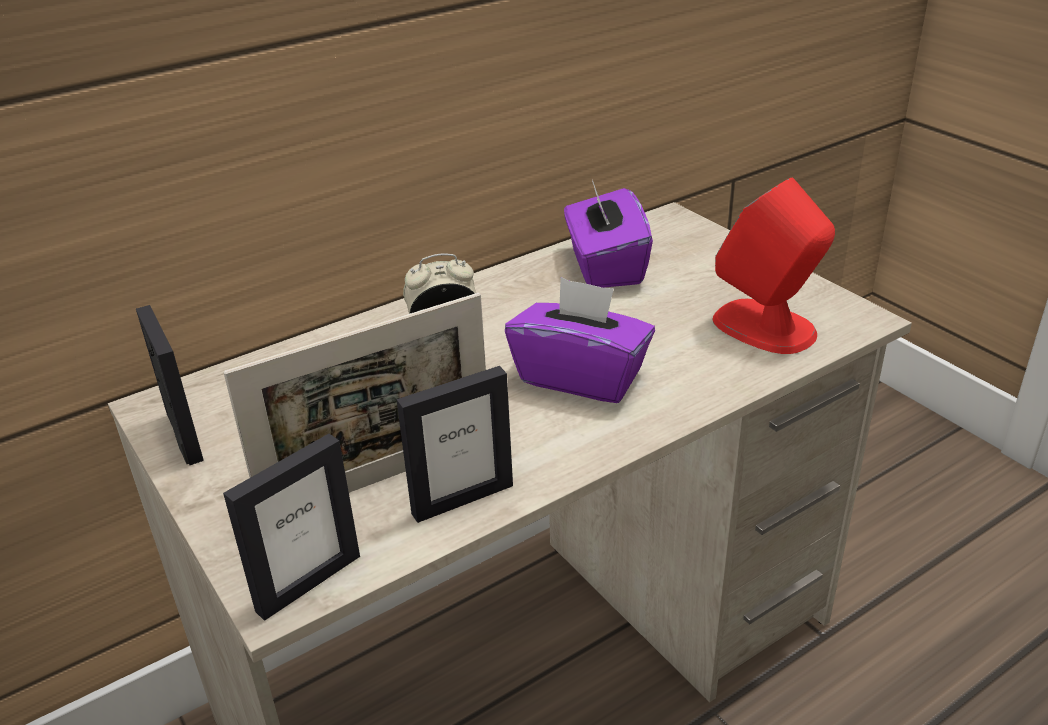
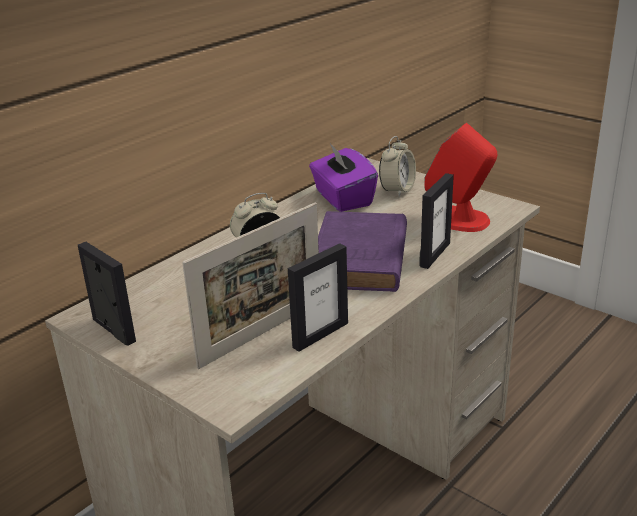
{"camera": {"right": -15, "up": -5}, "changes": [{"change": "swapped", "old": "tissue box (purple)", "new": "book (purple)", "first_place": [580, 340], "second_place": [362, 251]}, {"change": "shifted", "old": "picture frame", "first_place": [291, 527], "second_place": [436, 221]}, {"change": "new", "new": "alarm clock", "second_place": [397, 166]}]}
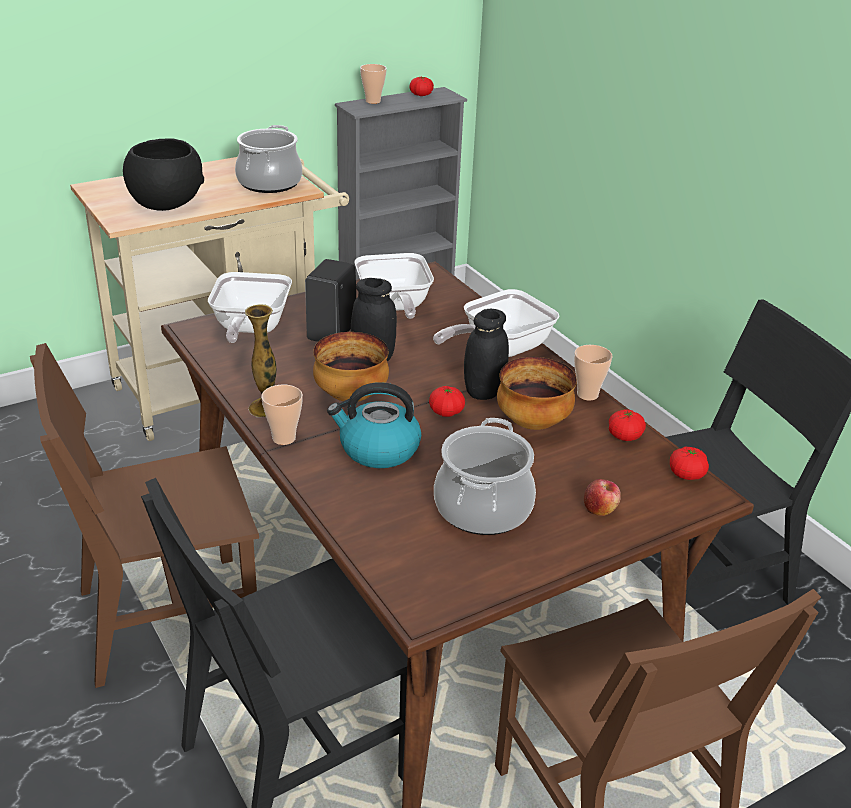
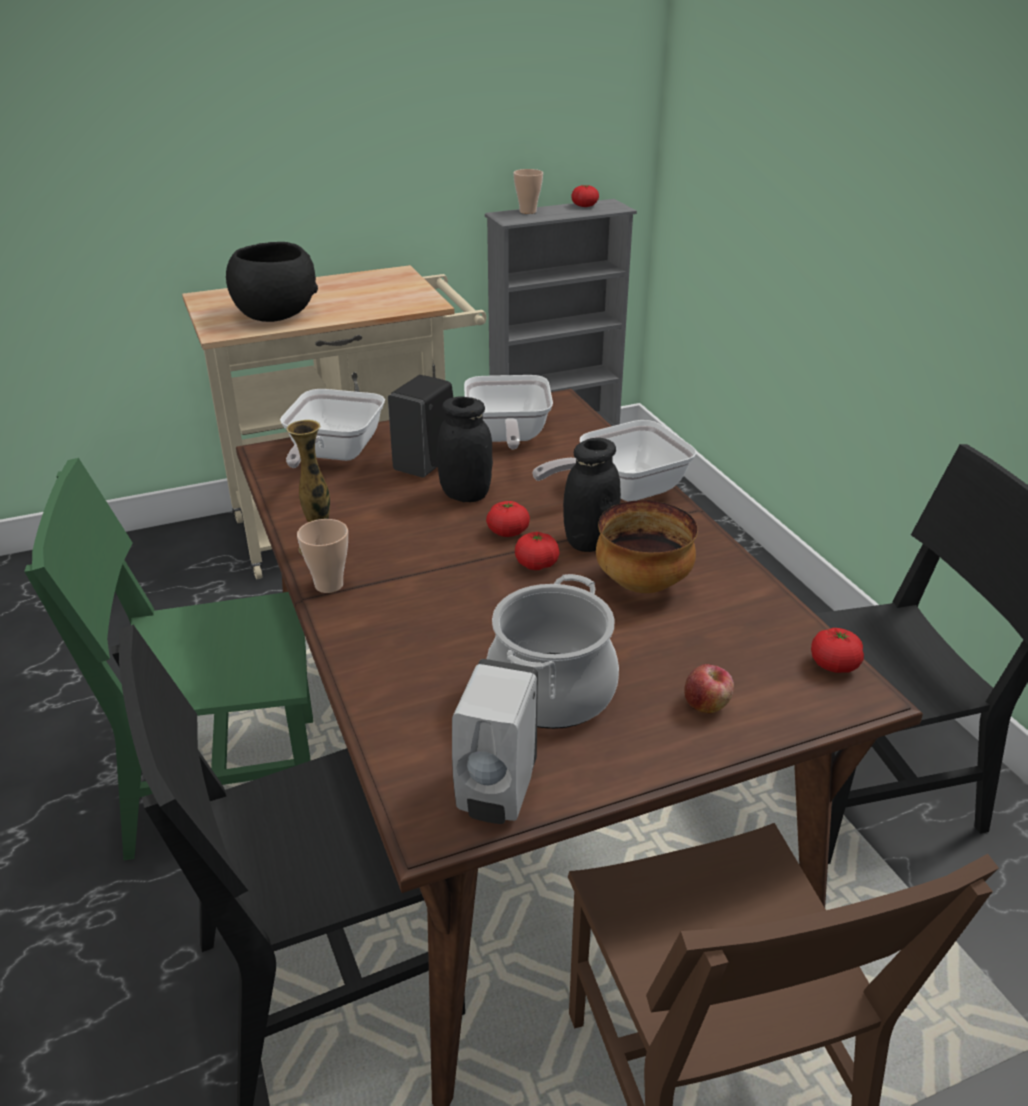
{"camera": {"right": 10, "up": 0}, "changes": [{"change": "gone", "old": "cooking pot", "first_place": [268, 159]}, {"change": "gone", "old": "bowl", "first_place": [351, 367]}, {"change": "repainted", "old": "chair (brown)", "new": "chair (green)", "first_place": [144, 515], "second_place": [168, 659]}, {"change": "gone", "old": "cup", "first_place": [593, 373]}, {"change": "gone", "old": "kettle", "first_place": [374, 425]}, {"change": "shifted", "old": "tomato", "first_place": [627, 425], "second_place": [508, 519]}, {"change": "new", "new": "soap dispenser (white)", "second_place": [495, 741]}]}
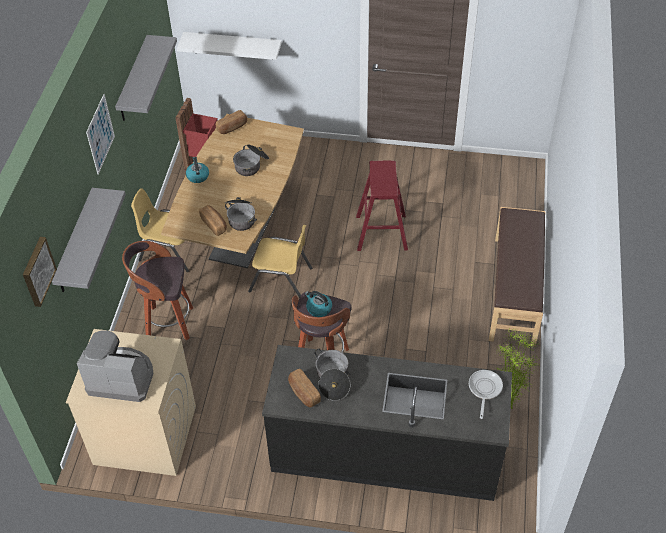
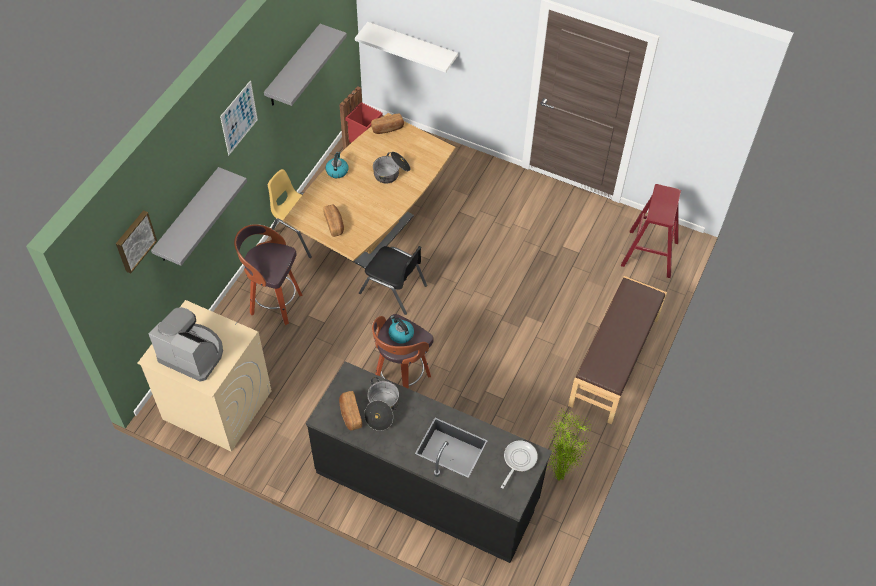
{"camera": {"right": 15, "up": 5}, "changes": [{"change": "shifted", "old": "stool (red)", "first_place": [382, 205], "second_place": [651, 231]}, {"change": "gone", "old": "cooking pot", "first_place": [241, 214]}, {"change": "repainted", "old": "chair (yellow)", "new": "chair (black)", "first_place": [280, 261], "second_place": [393, 280]}]}
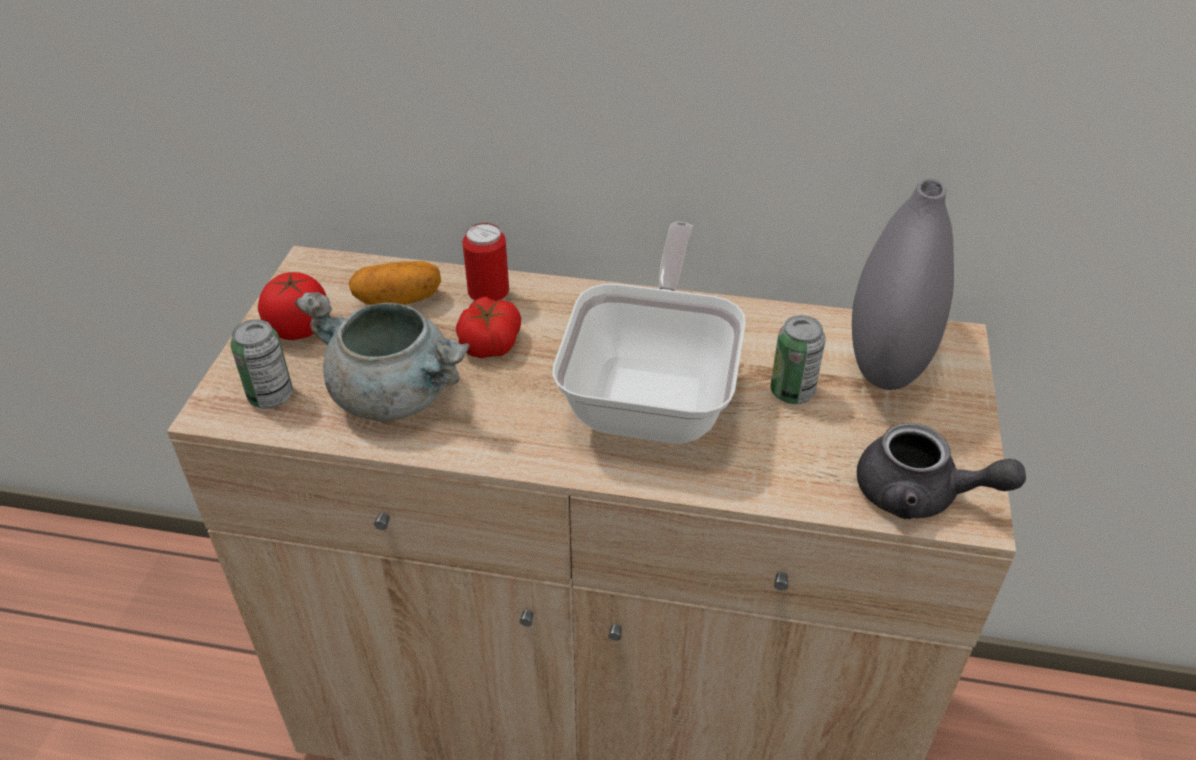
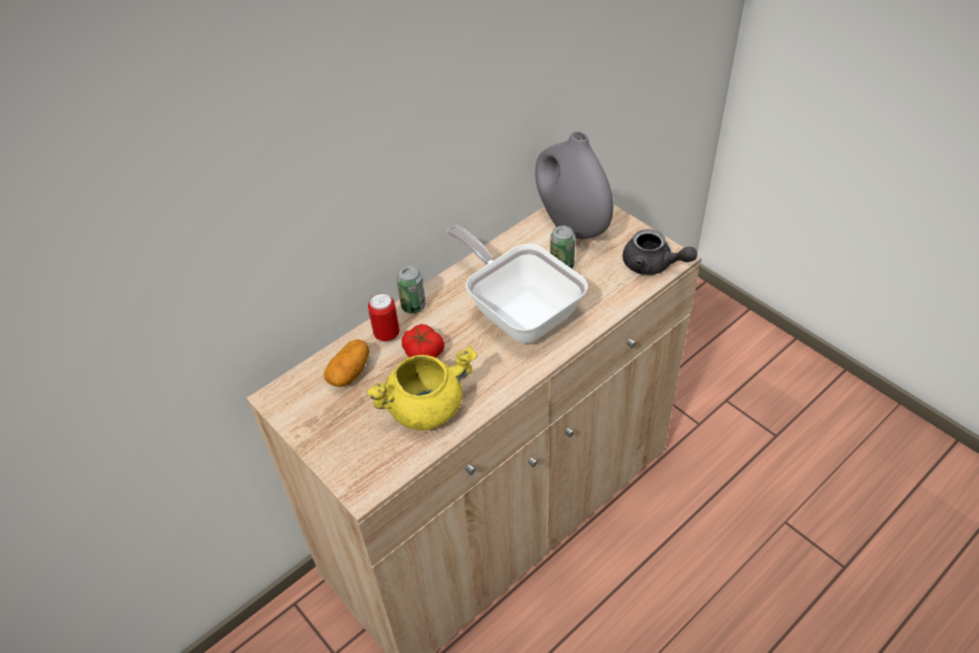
{"camera": {"right": -50, "up": 5}, "changes": [{"change": "gone", "old": "tomato", "first_place": [292, 306]}, {"change": "repainted", "old": "cooking pot (grey)", "new": "cooking pot (yellow)", "first_place": [382, 356], "second_place": [421, 388]}, {"change": "shifted", "old": "can", "first_place": [261, 363], "second_place": [411, 289]}, {"change": "rotated", "old": "teapot (grey)", "first_place": [941, 471], "second_place": [660, 252], "degrees": 60}]}
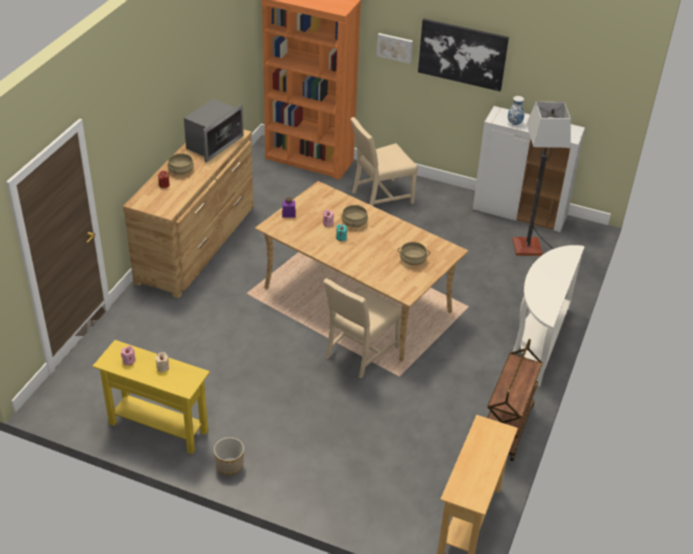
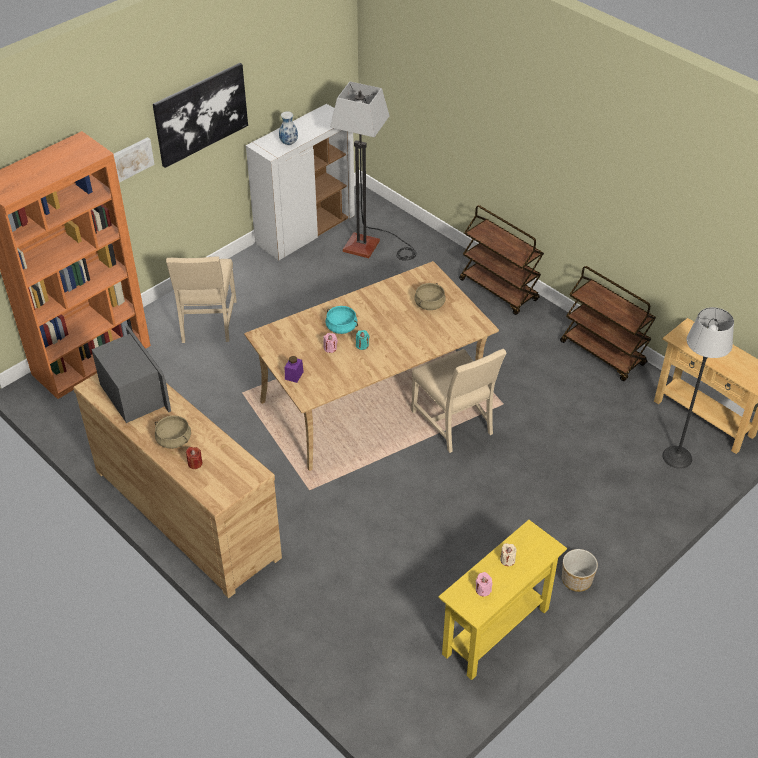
{"camera": {"right": -65, "up": 5}, "changes": [{"change": "repainted", "old": "cooking pot (beige)", "new": "cooking pot (turquoise)", "first_place": [355, 216], "second_place": [341, 320]}, {"change": "swapped", "old": "console table (white)", "new": "cart (brown)", "first_place": [549, 316], "second_place": [501, 260]}, {"change": "new", "new": "floor lamp", "second_place": [698, 388]}]}
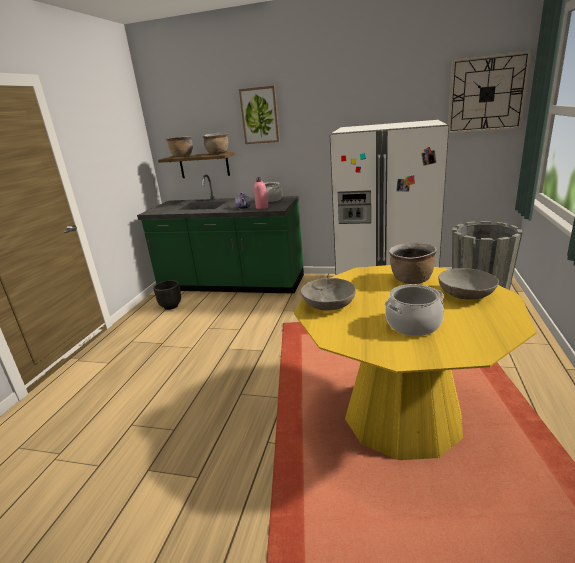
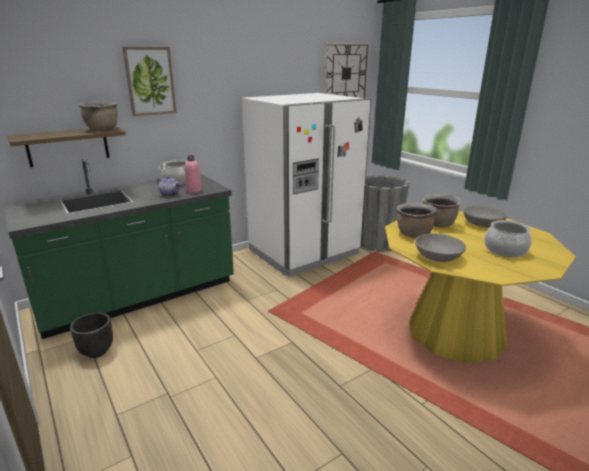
{"camera": {"right": -50, "up": 0}, "changes": [{"change": "shifted", "old": "cooking pot (brown)", "first_place": [179, 146], "second_place": [417, 220]}]}
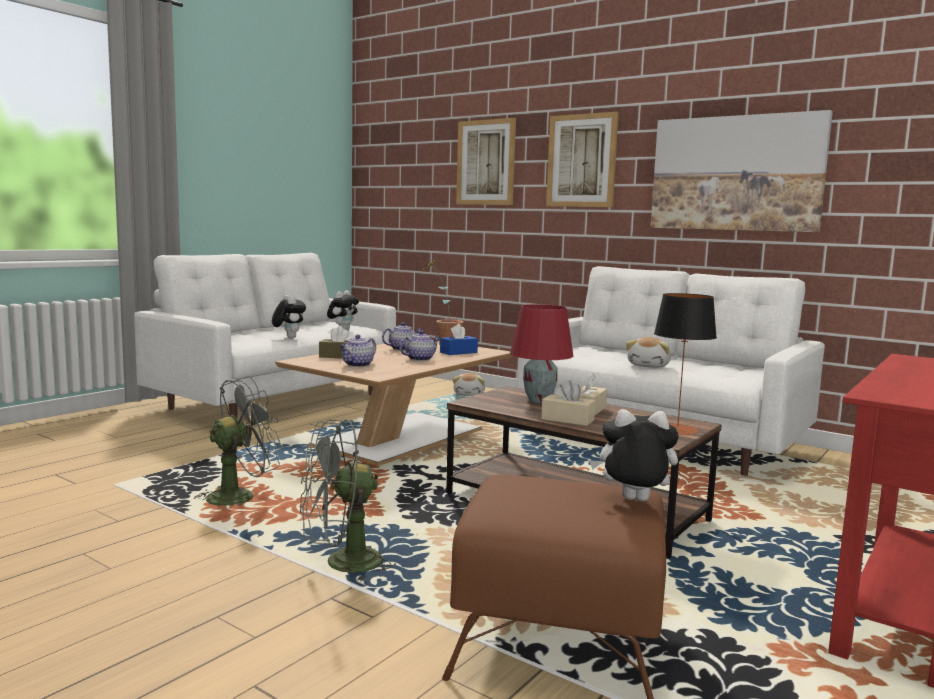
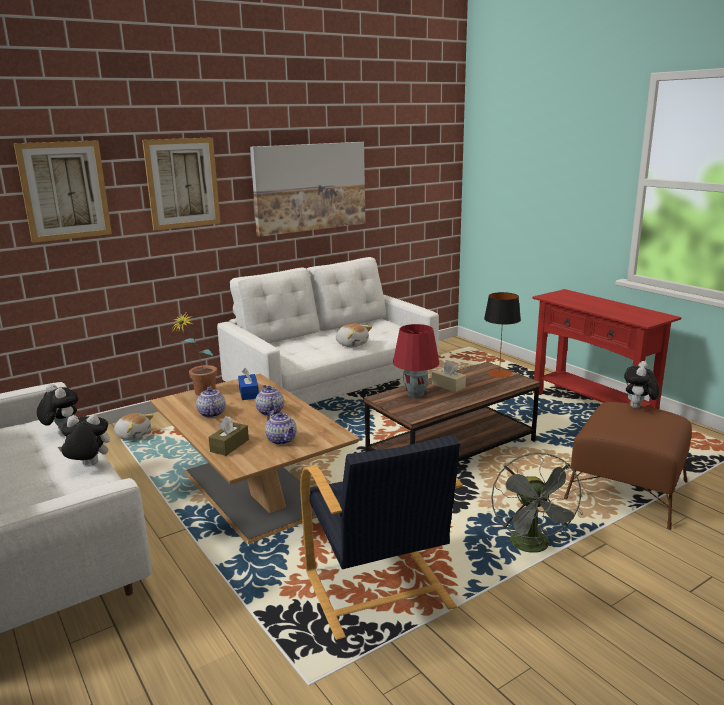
{"camera": {"right": -70, "up": 10}, "changes": [{"change": "swapped", "old": "fan (grey)", "new": "armchair (black)", "first_place": [238, 441], "second_place": [381, 537]}, {"change": "gone", "old": "tissue box (beige)", "first_place": [568, 403]}]}
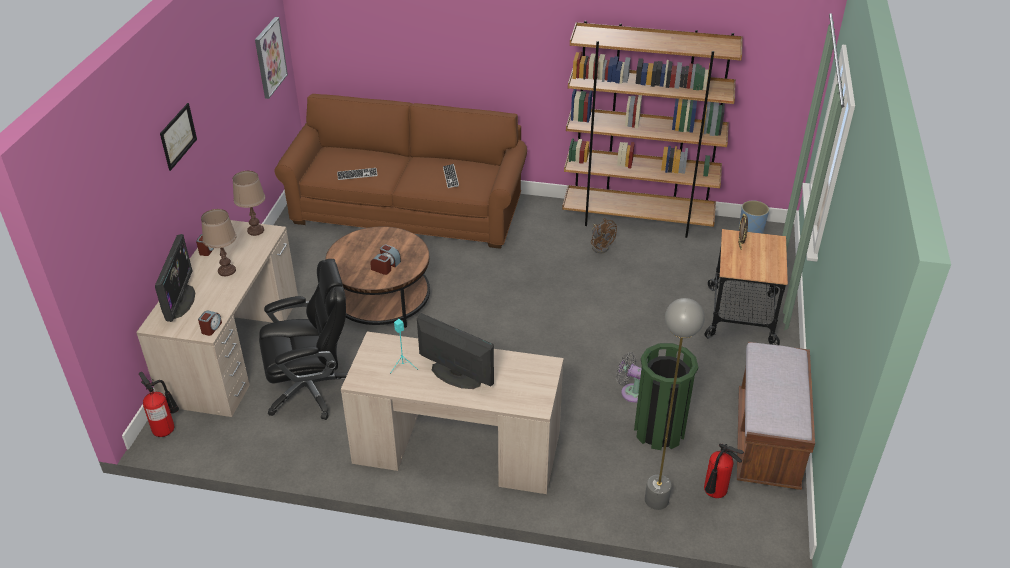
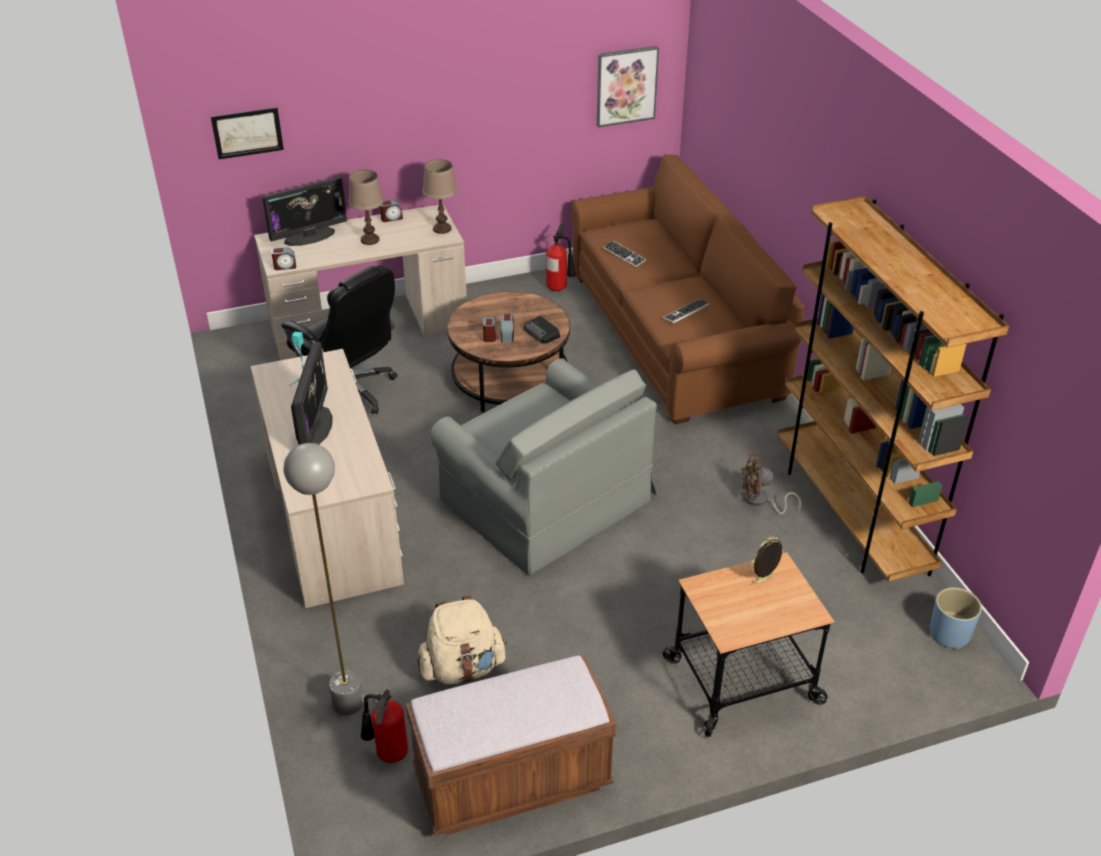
{"camera": {"right": 60, "up": 0}, "changes": [{"change": "shifted", "old": "picture", "first_place": [178, 137], "second_place": [247, 133]}, {"change": "rotated", "old": "fan (brown)", "first_place": [604, 235], "second_place": [771, 484], "degrees": 60}, {"change": "swapped", "old": "trash can (green)", "new": "backpack (beige)", "first_place": [666, 396], "second_place": [462, 639]}, {"change": "gone", "old": "fan (grey)", "first_place": [628, 377]}, {"change": "shifted", "old": "fire extinguisher", "first_place": [159, 404], "second_place": [561, 257]}, {"change": "new", "new": "radio", "second_place": [541, 330]}, {"change": "new", "new": "armchair (grey)", "second_place": [544, 467]}]}
